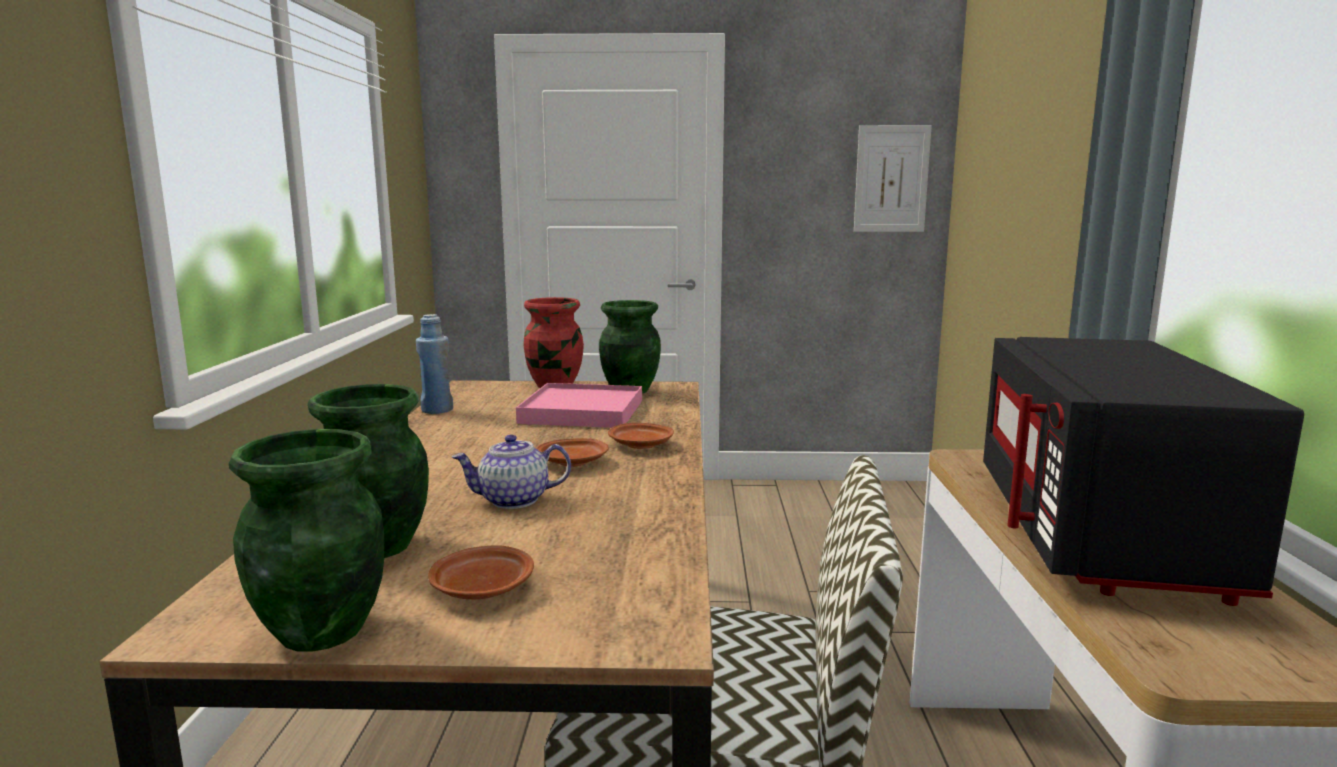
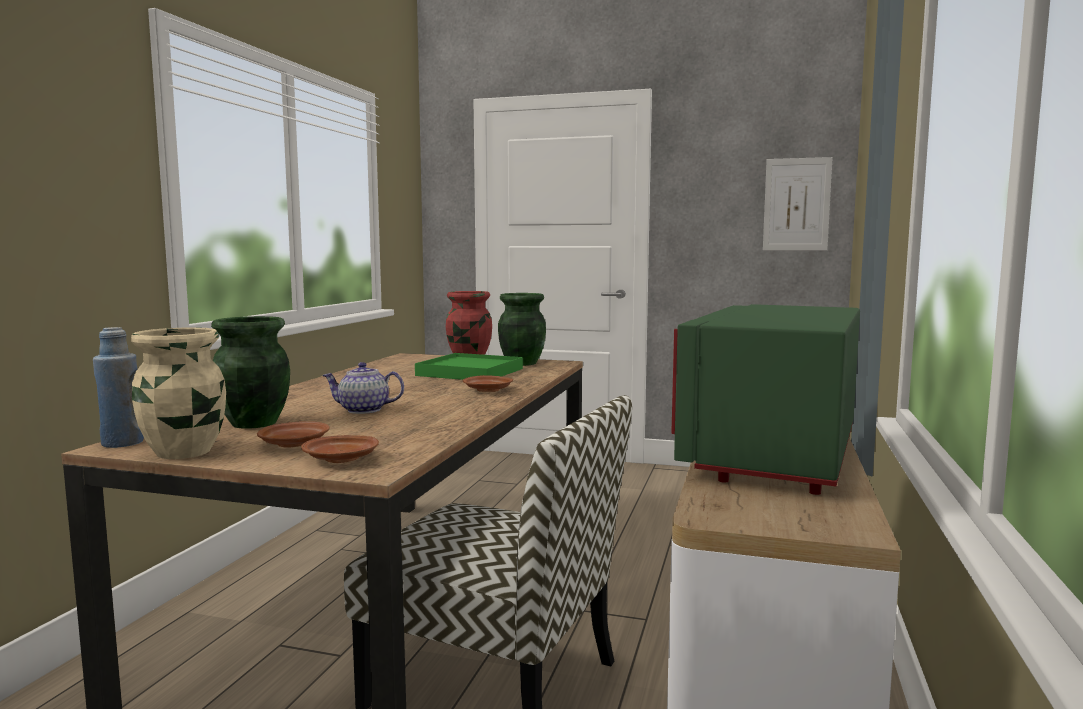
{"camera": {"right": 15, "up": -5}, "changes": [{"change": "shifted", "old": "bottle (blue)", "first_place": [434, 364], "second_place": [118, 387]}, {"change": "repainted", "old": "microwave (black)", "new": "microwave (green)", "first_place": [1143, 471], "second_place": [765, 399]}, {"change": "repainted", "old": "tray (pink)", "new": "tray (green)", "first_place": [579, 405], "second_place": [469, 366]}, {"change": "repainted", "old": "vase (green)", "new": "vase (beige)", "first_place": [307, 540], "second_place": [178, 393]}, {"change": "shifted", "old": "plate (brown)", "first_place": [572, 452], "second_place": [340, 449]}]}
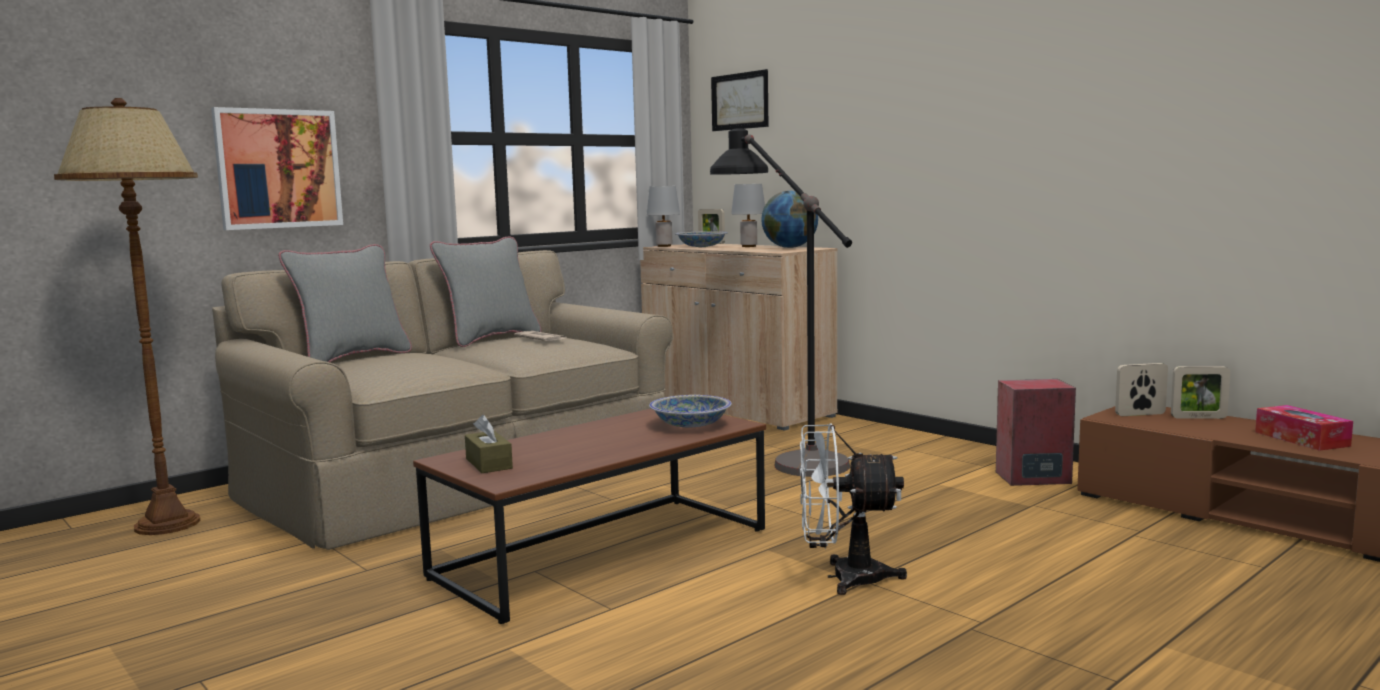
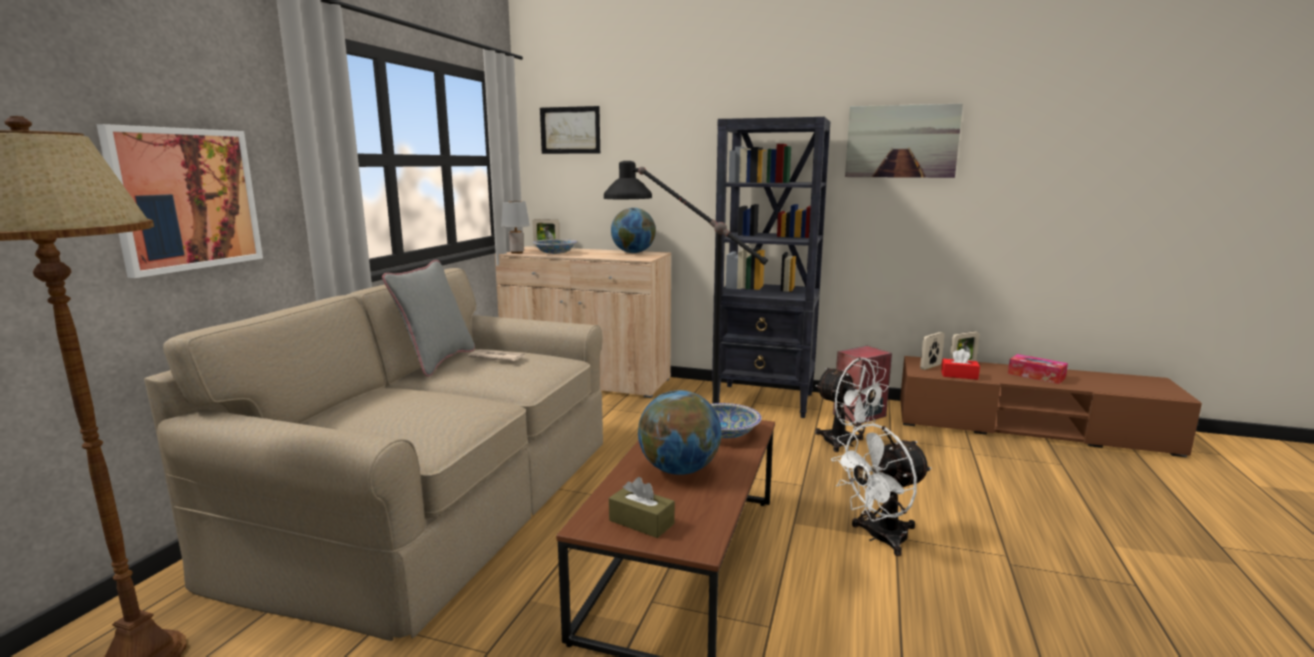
{"camera": {"right": -30, "up": 5}, "changes": [{"change": "gone", "old": "table lamp (grey)", "first_place": [748, 215]}, {"change": "gone", "old": "pillow (grey)", "first_place": [345, 303]}, {"change": "new", "new": "picture", "second_place": [904, 140]}, {"change": "new", "new": "bookcase (black)", "second_place": [771, 267]}, {"change": "new", "new": "tissue box (red)", "second_place": [960, 364]}, {"change": "new", "new": "fan (white)", "second_place": [852, 404]}, {"change": "new", "new": "globe", "second_place": [680, 432]}]}
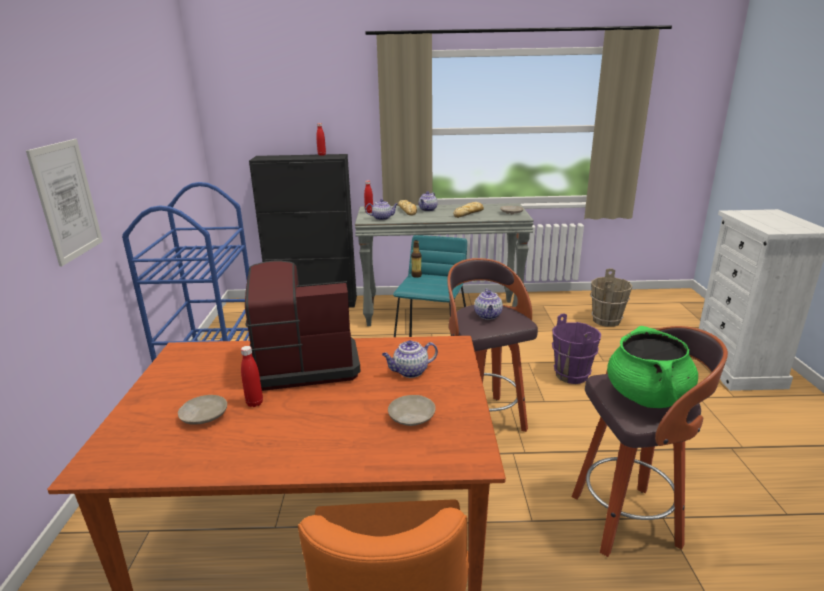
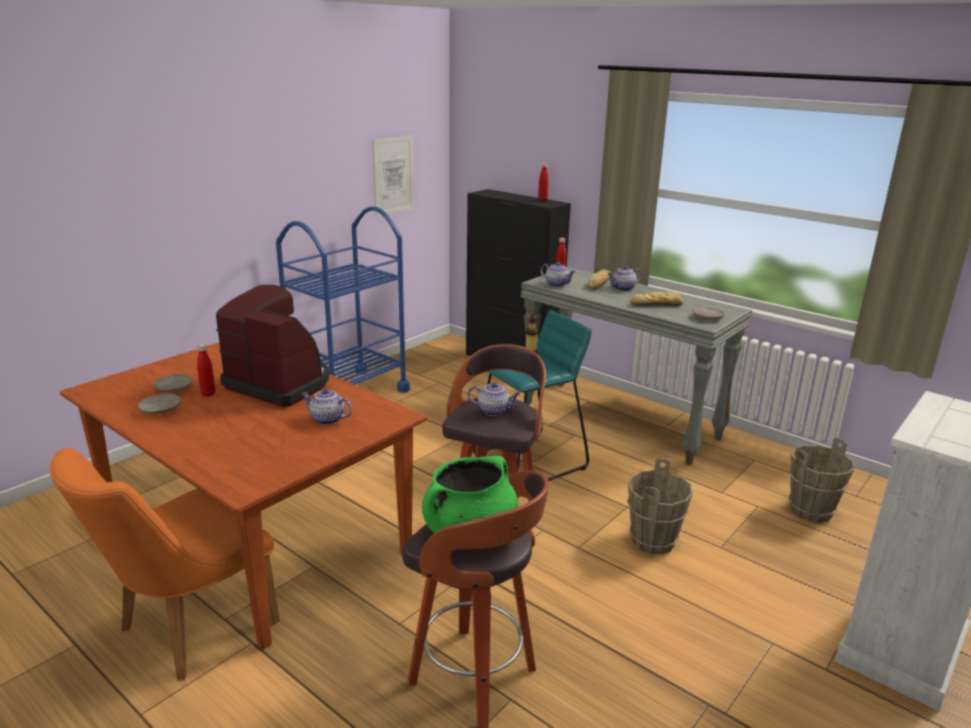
{"camera": {"right": 40, "up": 0}, "changes": [{"change": "shifted", "old": "picture", "first_place": [64, 202], "second_place": [393, 176]}, {"change": "rotated", "old": "teapot", "first_place": [488, 304], "second_place": [494, 399], "degrees": -120}, {"change": "repainted", "old": "bucket (purple)", "new": "bucket (brown)", "first_place": [576, 348], "second_place": [660, 506]}, {"change": "shifted", "old": "plate (beige)", "first_place": [412, 410], "second_place": [159, 404]}]}
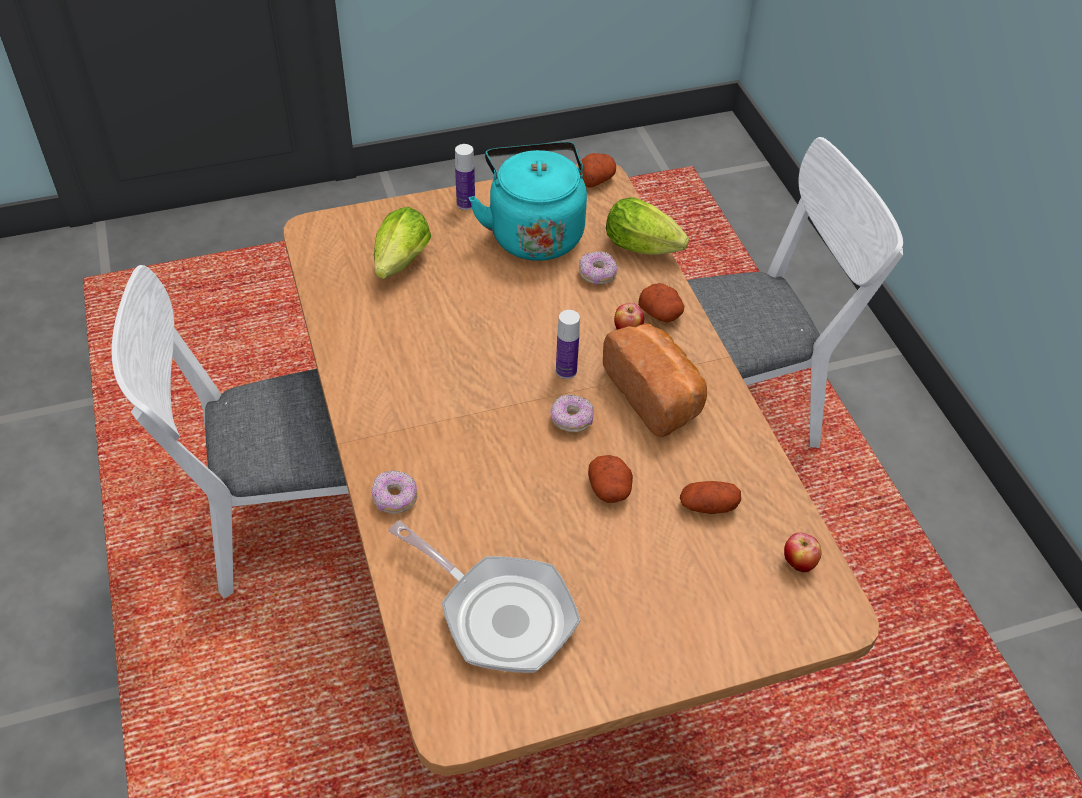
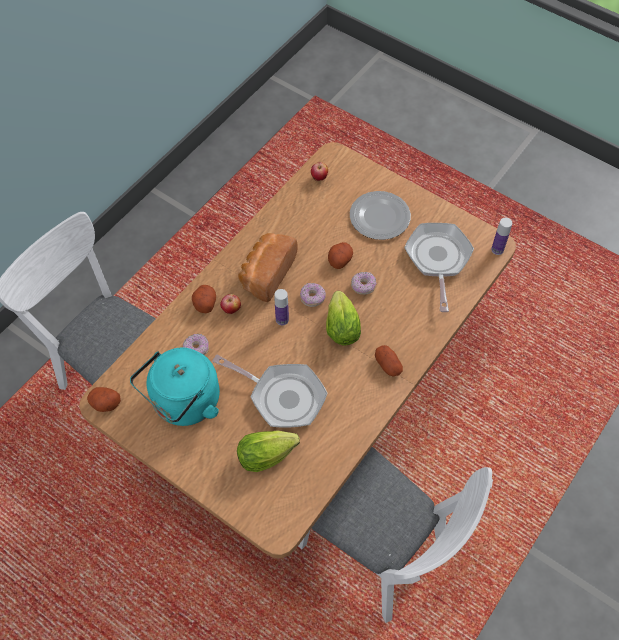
{"camera": {"right": -125, "up": 10}, "changes": [{"change": "shifted", "old": "bottle", "first_place": [465, 177], "second_place": [501, 236]}, {"change": "shifted", "old": "lettuce", "first_place": [647, 226], "second_place": [343, 318]}, {"change": "shifted", "old": "donut", "first_place": [394, 492], "second_place": [363, 283]}, {"change": "shifted", "old": "potato", "first_place": [710, 497], "second_place": [389, 361]}, {"change": "new", "new": "plate", "second_place": [380, 215]}, {"change": "new", "new": "frying pan", "second_place": [270, 391]}]}
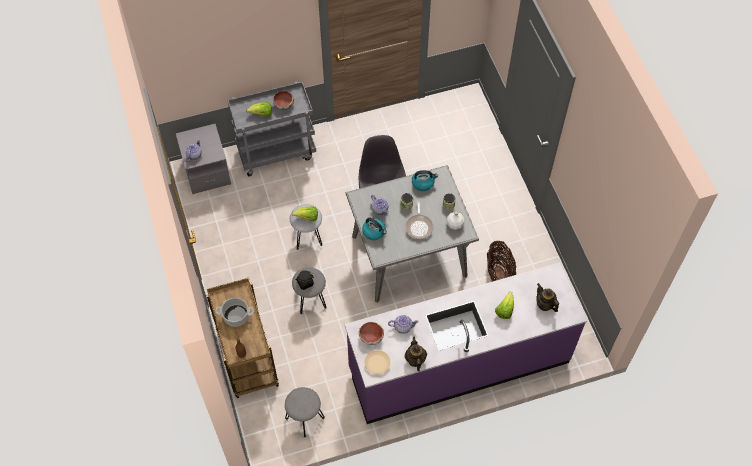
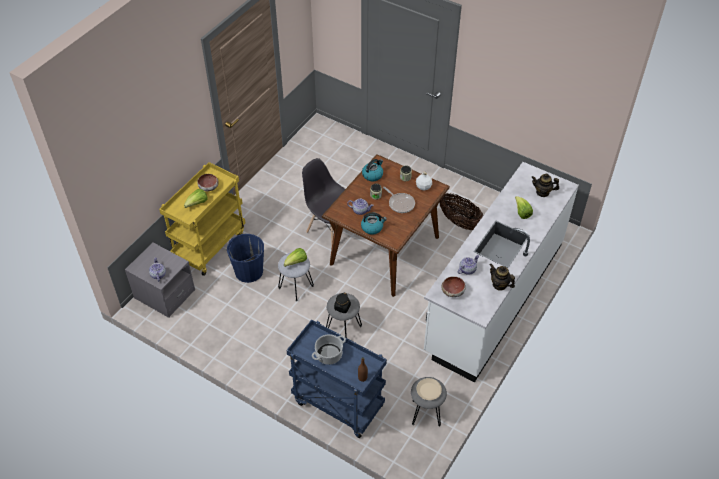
{"camera": {"right": -40, "up": -10}, "changes": [{"change": "repainted", "old": "cart (grey)", "new": "cart (yellow)", "first_place": [271, 129], "second_place": [202, 219]}, {"change": "repainted", "old": "dining table (grey)", "new": "dining table (brown)", "first_place": [412, 234], "second_place": [386, 225]}, {"change": "repainted", "old": "counter (purple)", "new": "counter (white)", "first_place": [465, 343], "second_place": [501, 272]}, {"change": "repainted", "old": "cart (brown)", "new": "cart (blue)", "first_place": [242, 338], "second_place": [336, 379]}, {"change": "shifted", "old": "plate (beige)", "first_place": [377, 362], "second_place": [429, 389]}, {"change": "new", "new": "bucket (blue)", "second_place": [245, 258]}]}
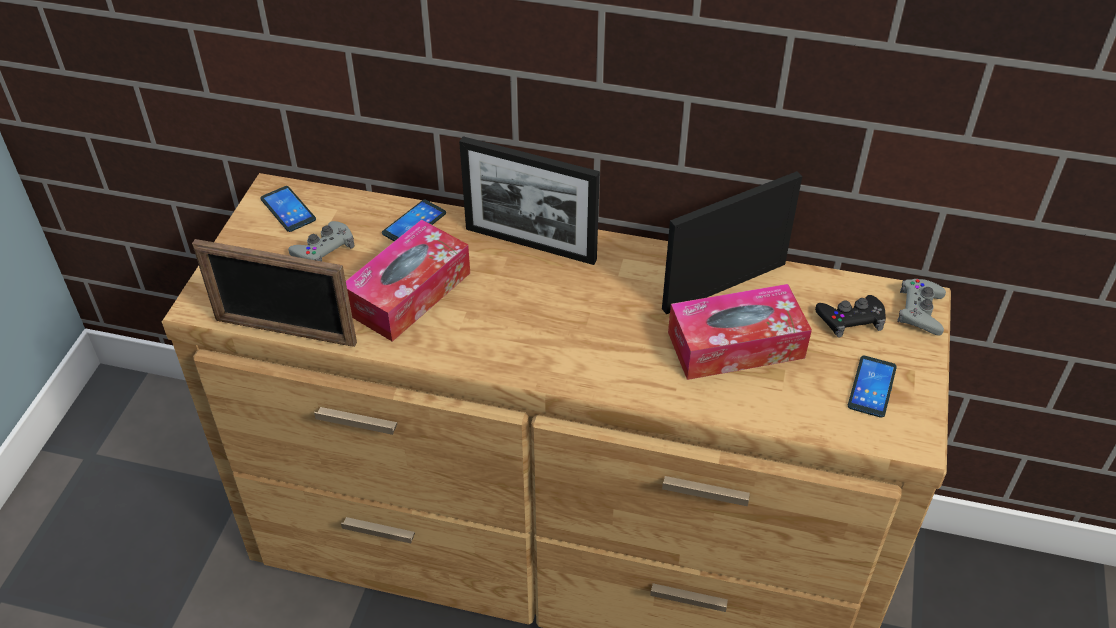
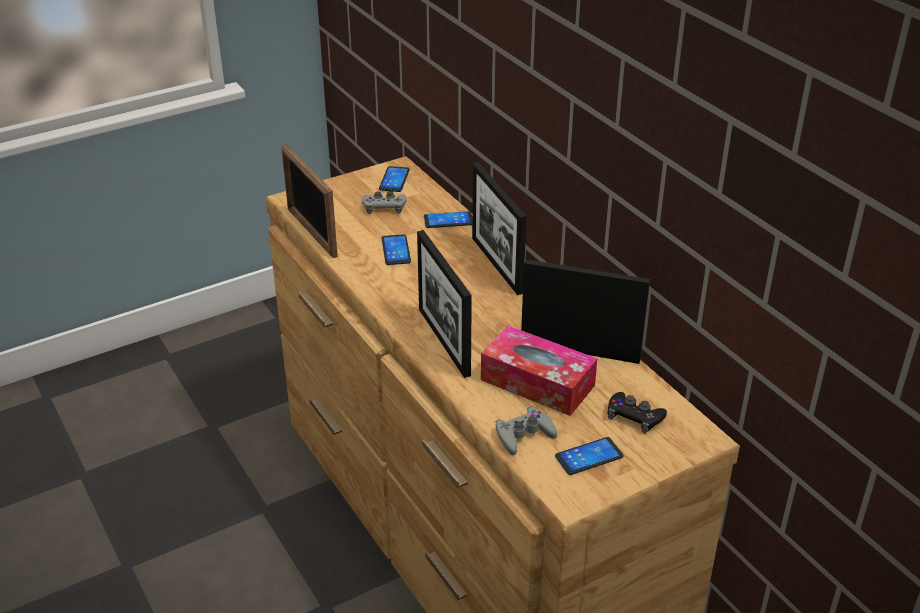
{"camera": {"right": 45, "up": -10}, "changes": [{"change": "swapped", "old": "tissue box", "new": "phone", "first_place": [408, 281], "second_place": [396, 249]}, {"change": "shifted", "old": "game controller (grey)", "first_place": [921, 307], "second_place": [526, 431]}, {"change": "new", "new": "picture frame", "second_place": [444, 304]}]}
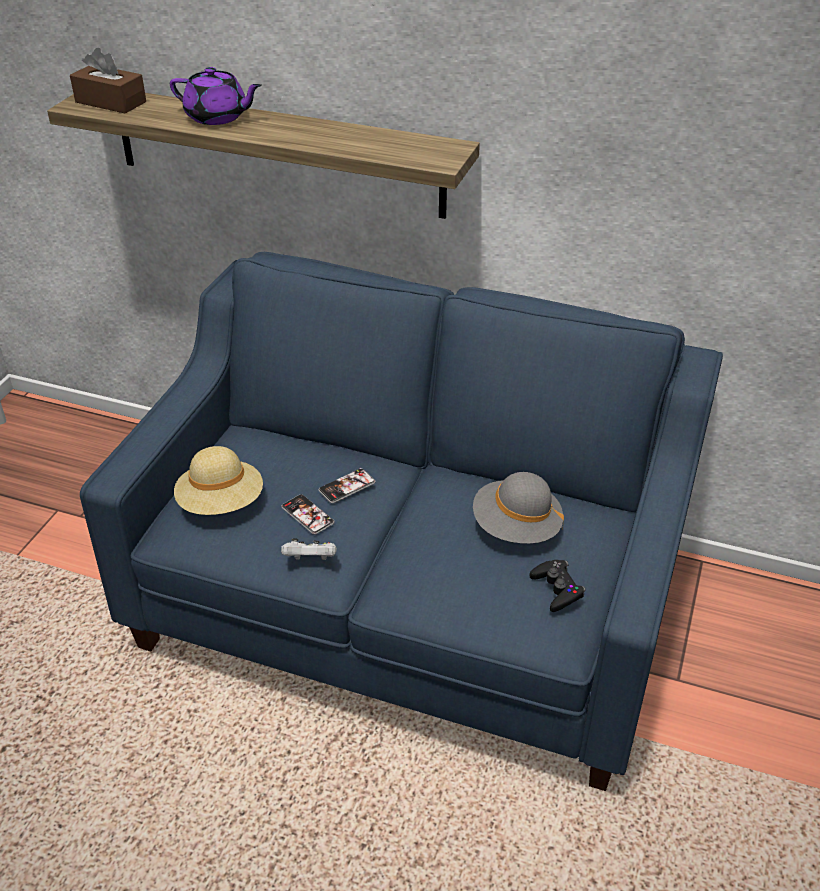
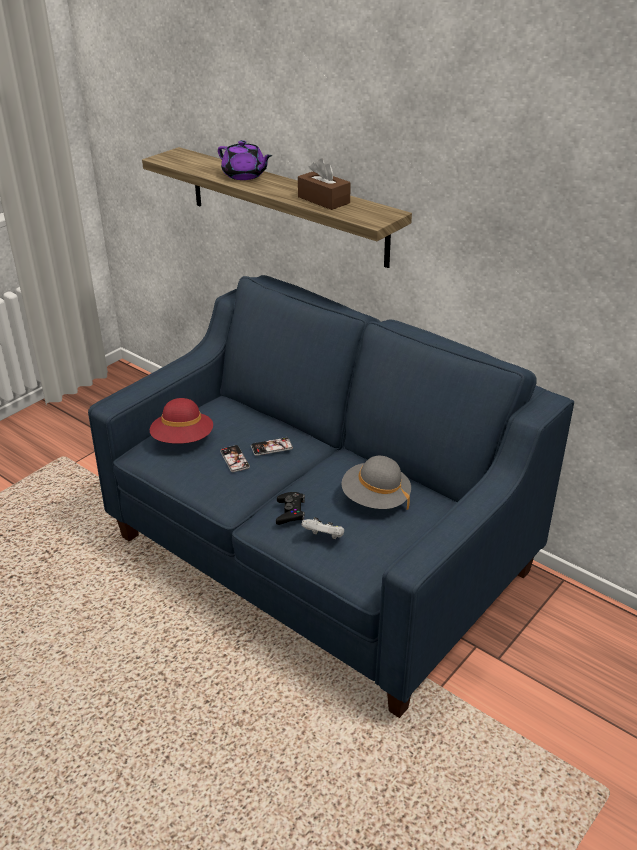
{"camera": {"right": 20, "up": -5}, "changes": [{"change": "shifted", "old": "tissue box (brown)", "first_place": [108, 81], "second_place": [324, 184]}, {"change": "repainted", "old": "hat (beige)", "new": "hat (red)", "first_place": [218, 480], "second_place": [181, 421]}, {"change": "shifted", "old": "game controller (white)", "first_place": [309, 549], "second_place": [323, 528]}, {"change": "shifted", "old": "game controller (black)", "first_place": [557, 586], "second_place": [290, 508]}]}
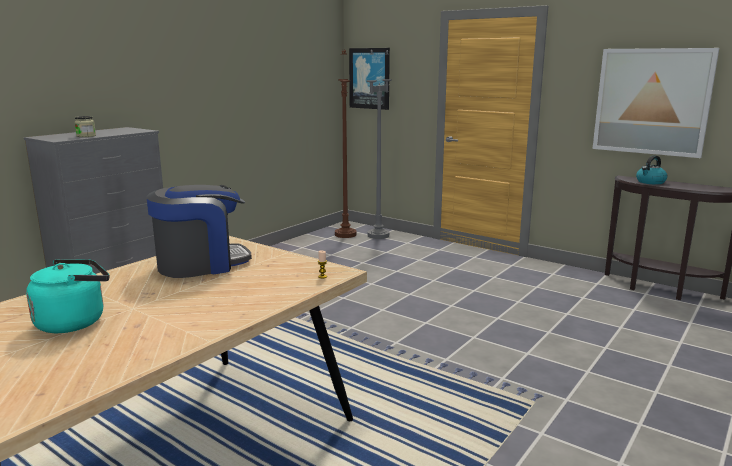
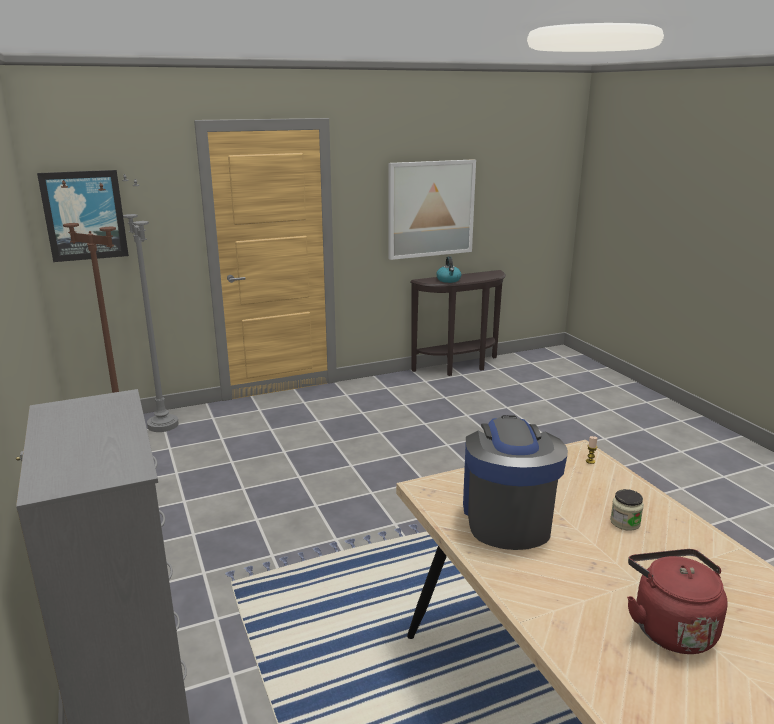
{"camera": {"right": -60, "up": 5}, "changes": [{"change": "shifted", "old": "jar", "first_place": [85, 126], "second_place": [627, 510]}, {"change": "repainted", "old": "kettle (turquoise)", "new": "kettle (red)", "first_place": [67, 296], "second_place": [677, 601]}]}
